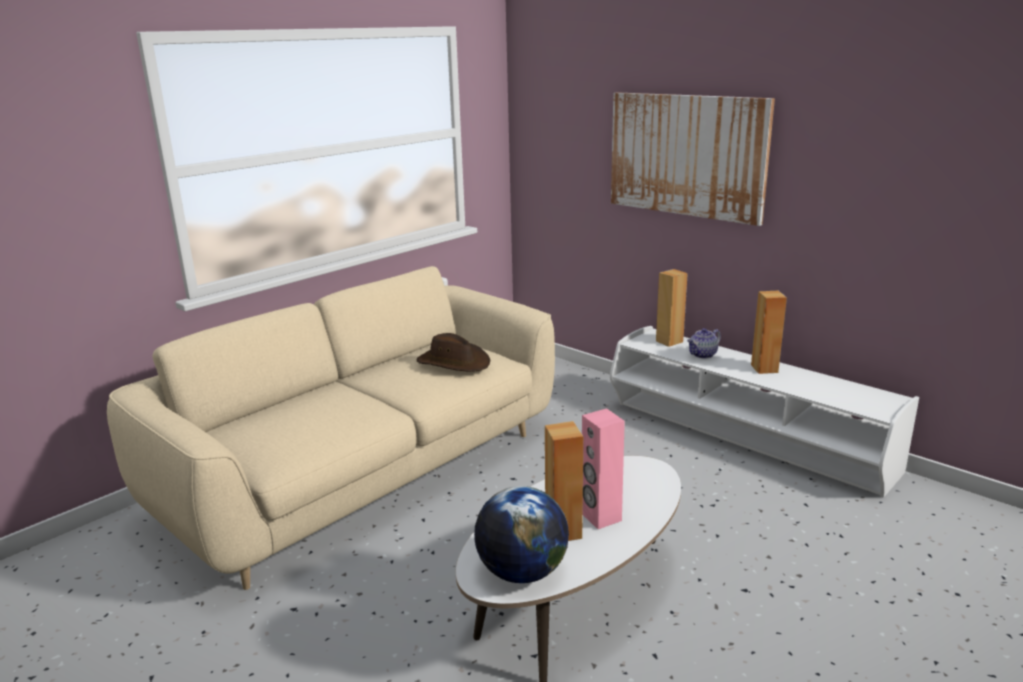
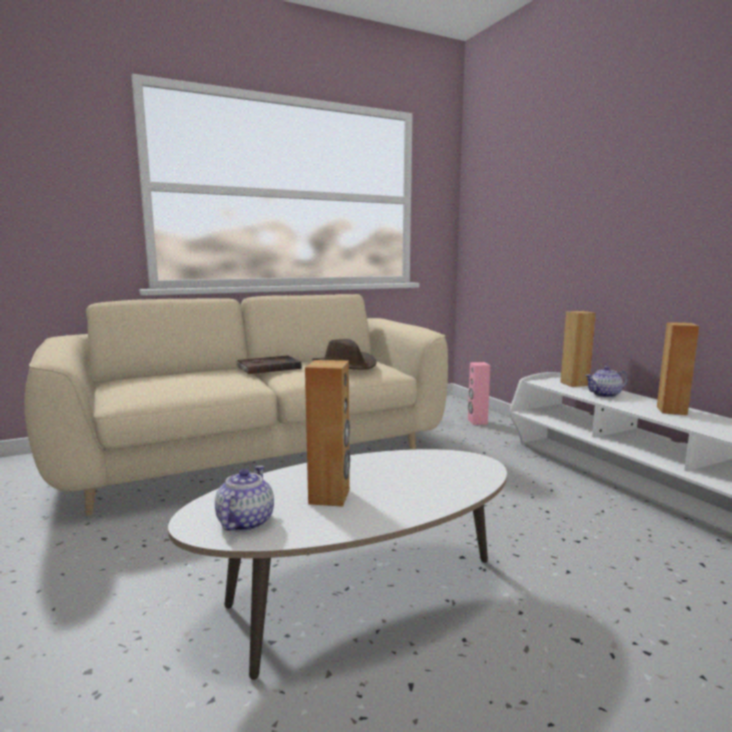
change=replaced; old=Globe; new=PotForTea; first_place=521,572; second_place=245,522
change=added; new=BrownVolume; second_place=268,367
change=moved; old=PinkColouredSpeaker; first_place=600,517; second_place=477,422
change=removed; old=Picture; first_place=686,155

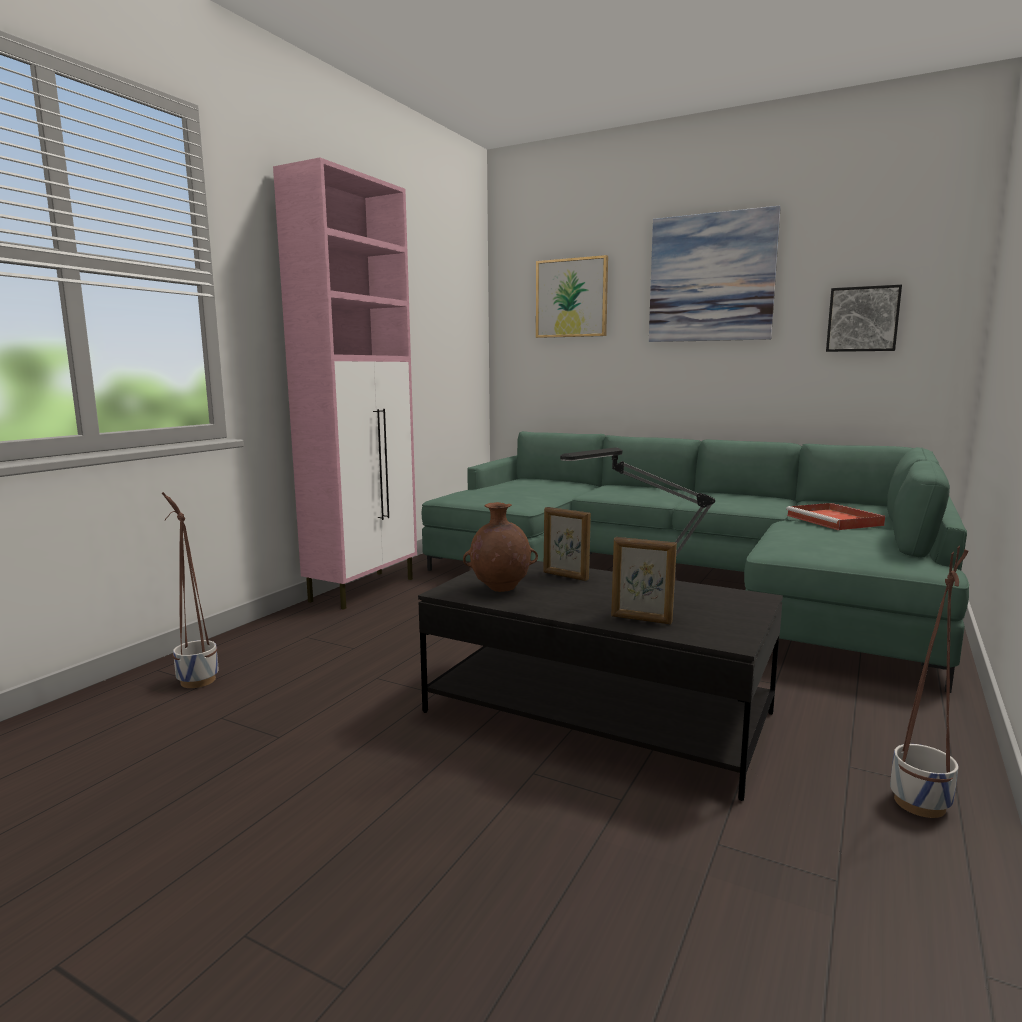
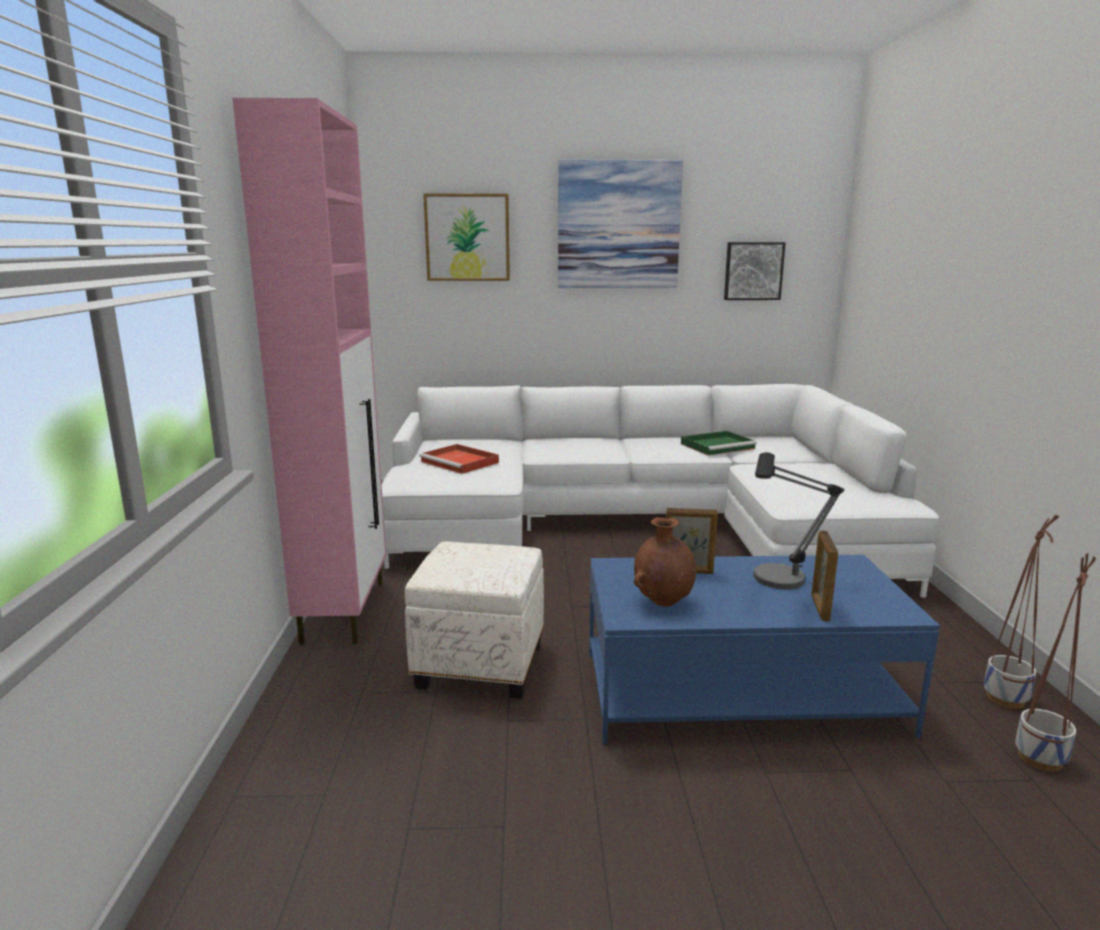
change=recoloured; old=GreenCouch; new=WhiteColouredCouch; first_place=686,578; second_place=640,526
change=added; new=WhiteColouredFootrest; second_place=478,666
change=moved; old=ReddishServingTray; first_place=835,520; second_place=461,462
change=recoloured; old=BlackishCoffeeTable; new=BlueCoffeeTable; first_place=598,713; second_place=740,692
change=added; new=GreenServingTray; second_place=718,446
change=turned; old=PhotoFrame; first_place=641,619; second_place=820,608; degrees=105
change=moved; old=FlowerPot; first_place=198,681; second_place=1041,759

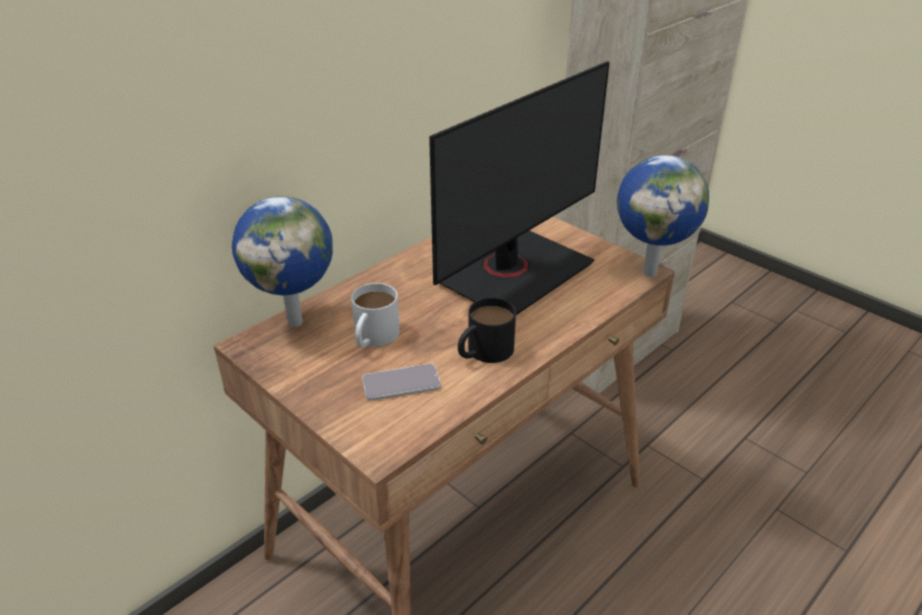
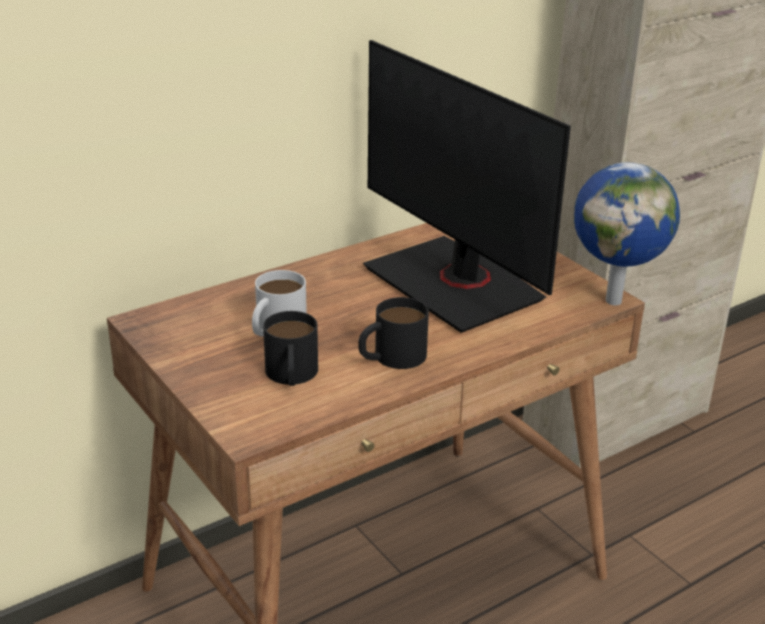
change=replaced; old=Handset; new=BlackishTeaMug; first_place=401,383; second_place=291,376
change=turned; old=Monitor; first_place=514,273; second_place=454,284; degrees=90
change=removed; old=Globe; first_place=296,321

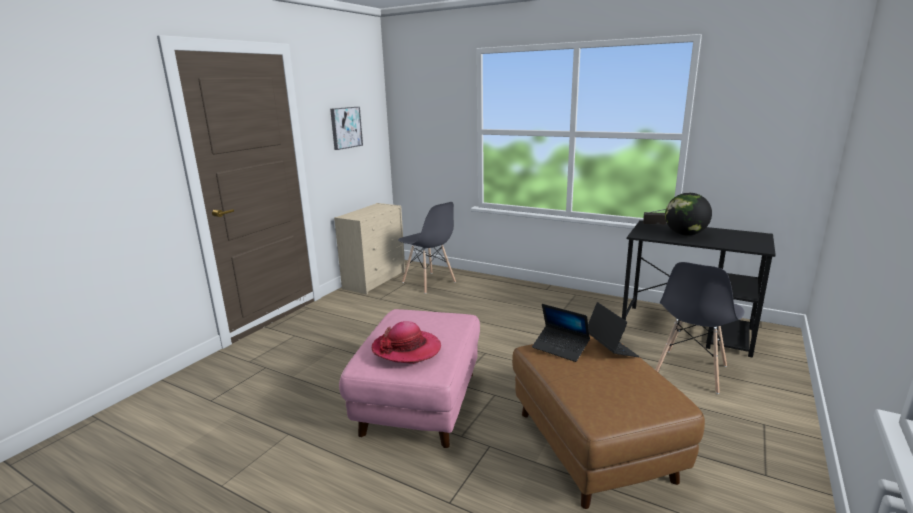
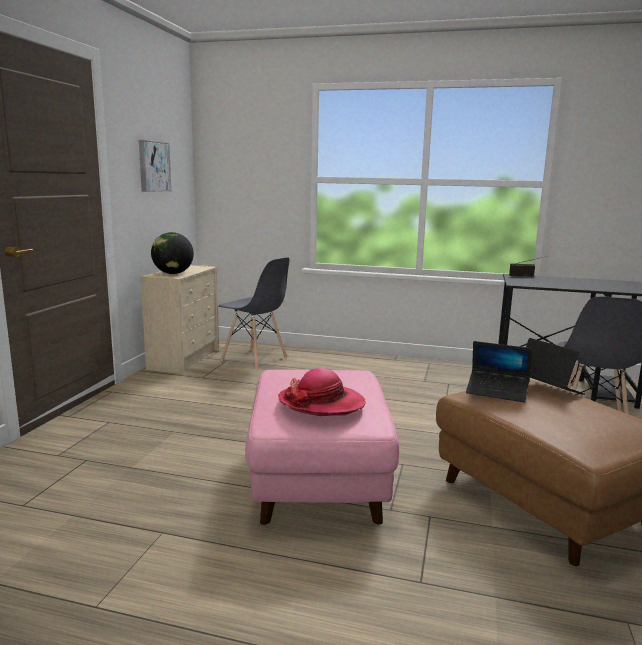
change=moved; old=Globe; first_place=685,234; second_place=173,273

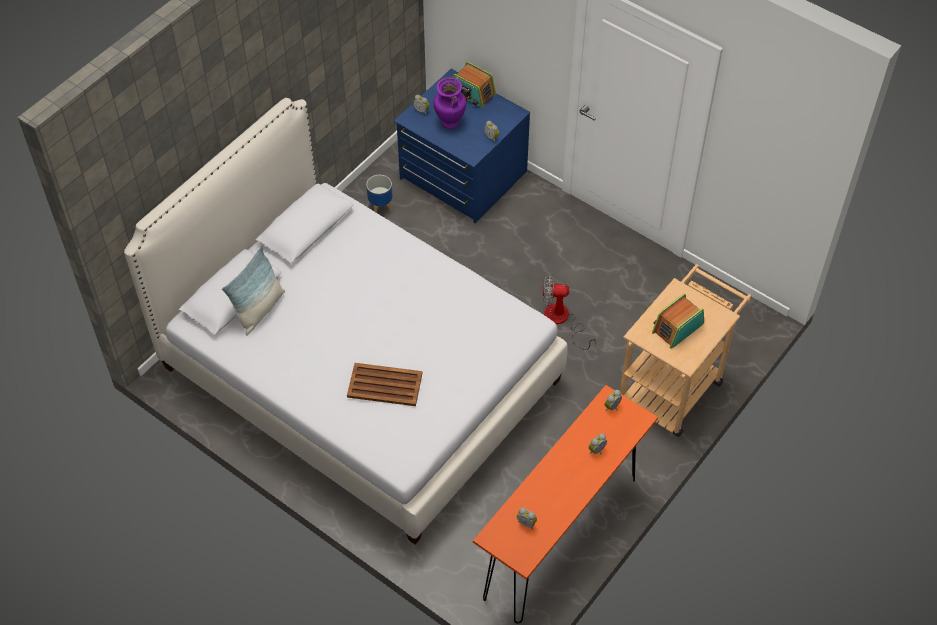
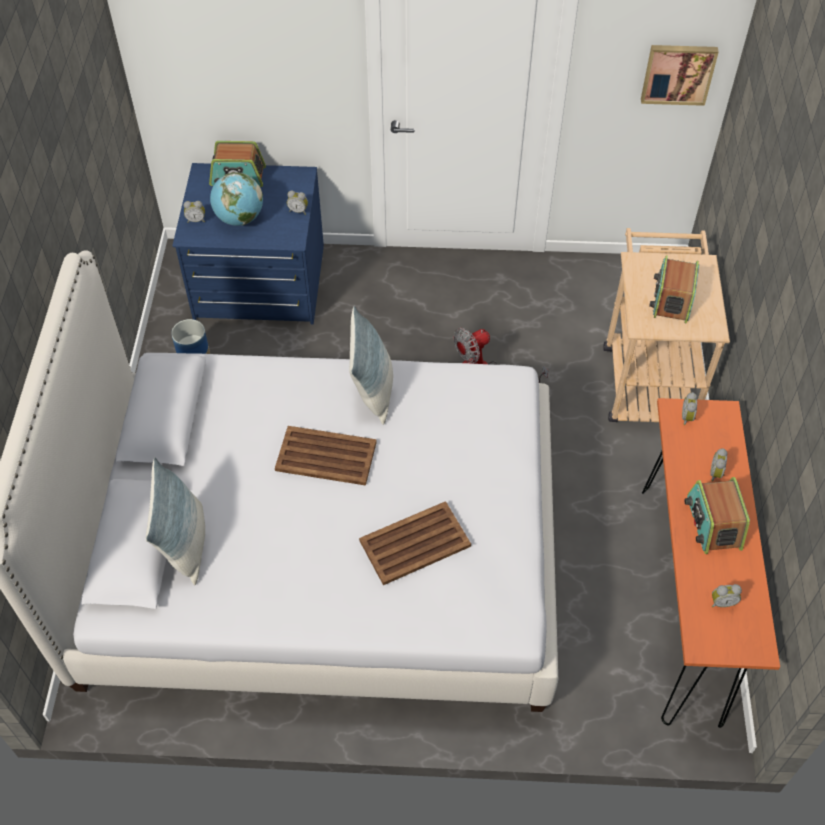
change=replaced; old=PurpleDecorativeVase; new=Globe; first_place=449,123; second_place=239,219
change=added; new=BrownServingTray; second_place=327,456
change=added; new=Cushion; second_place=373,390
change=added; new=Picture; second_place=678,73
change=added; new=RadioReceiver; second_place=713,523

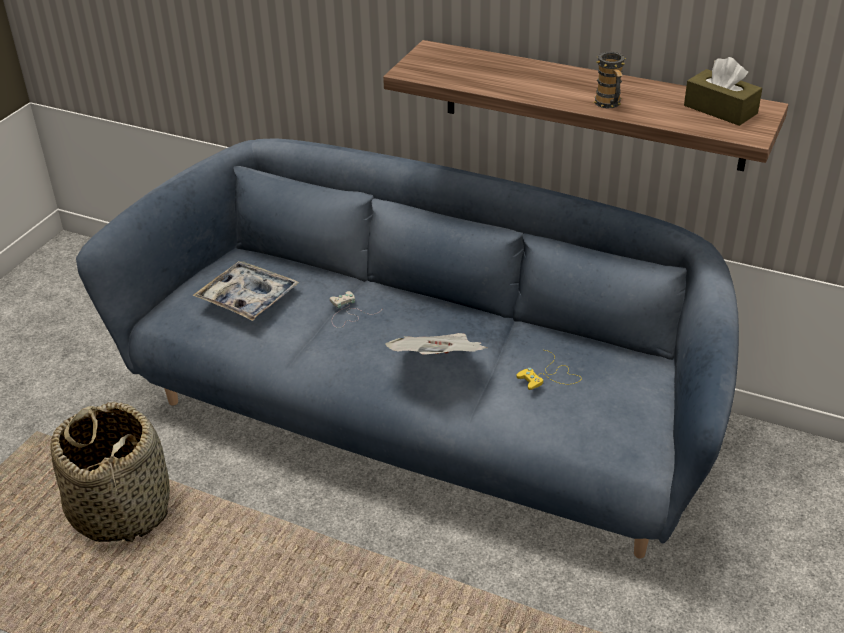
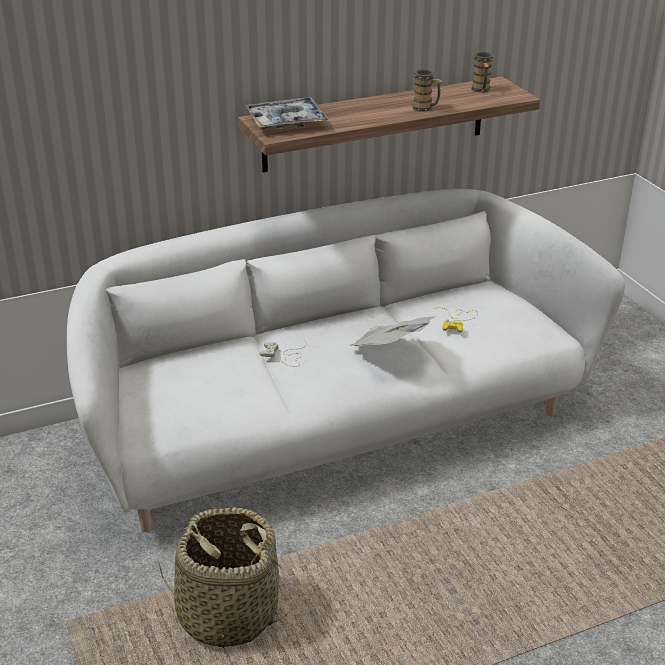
change=recoloured; old=BlueCouch; new=WhiteColouredCouch; first_place=423,419; second_place=332,426
change=moved; old=ServingTray; first_place=247,298; second_place=286,122
change=replaced; old=BrownTissueHolder; new=TeaMug; first_place=720,109; second_place=481,90

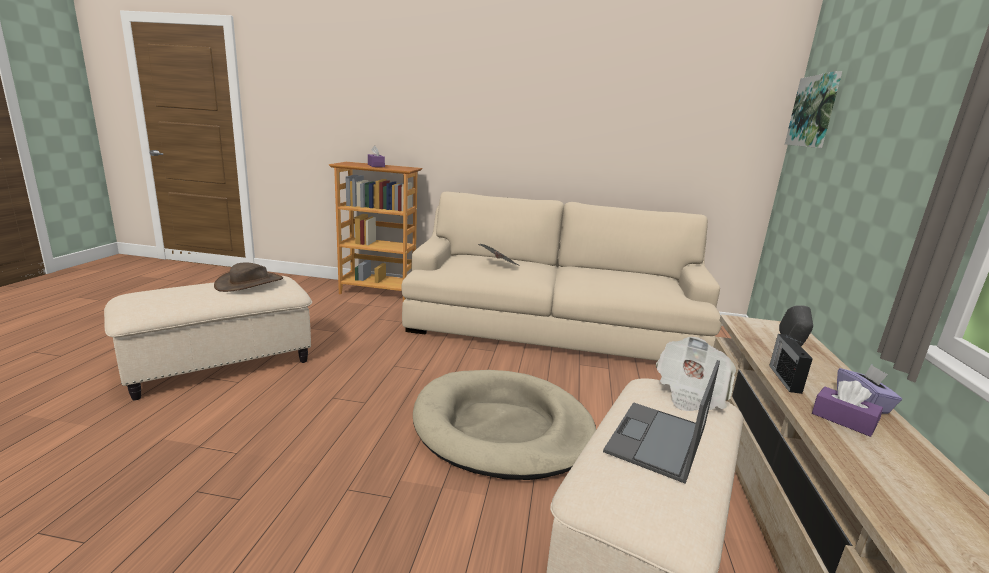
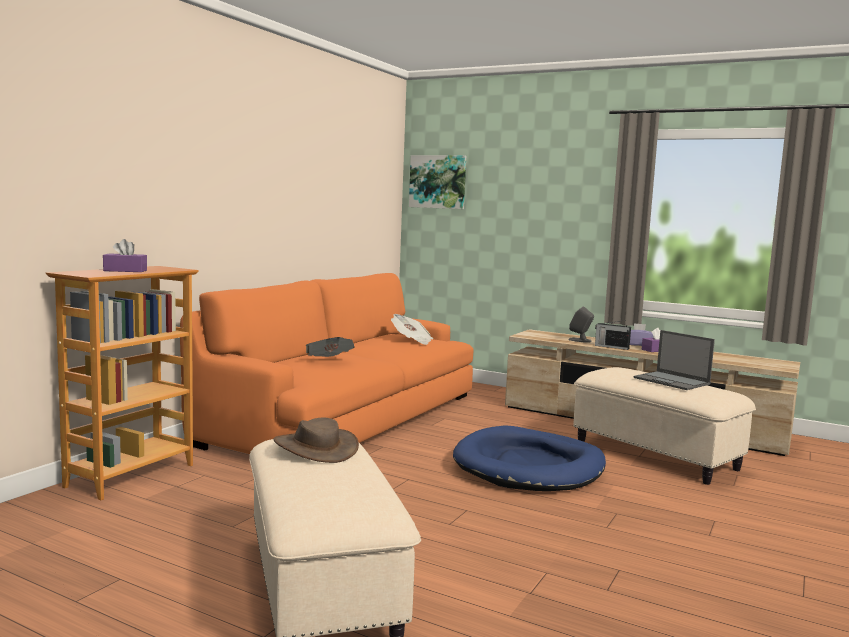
change=recoloured; old=SandColouredCouch; new=OrangeyCouch; first_place=553,328; second_place=347,417
change=moved; old=DailyPaper; first_place=690,393; second_place=412,341
change=recoloured; old=SandColouredPetBed; new=BluePetBed; first_place=503,428; second_place=529,466

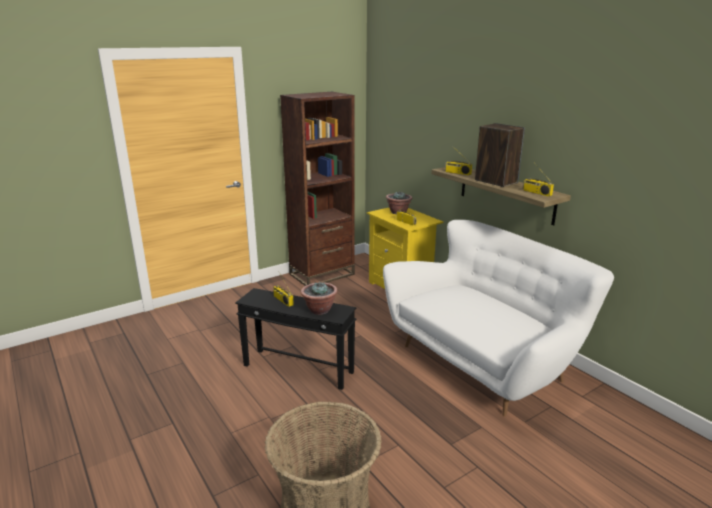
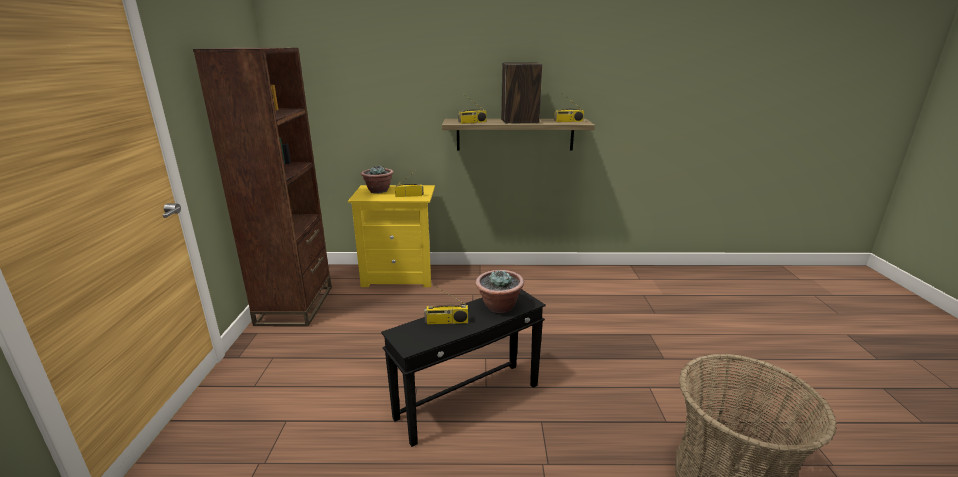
change=removed; old=WhiteColouredCouch; first_place=484,361

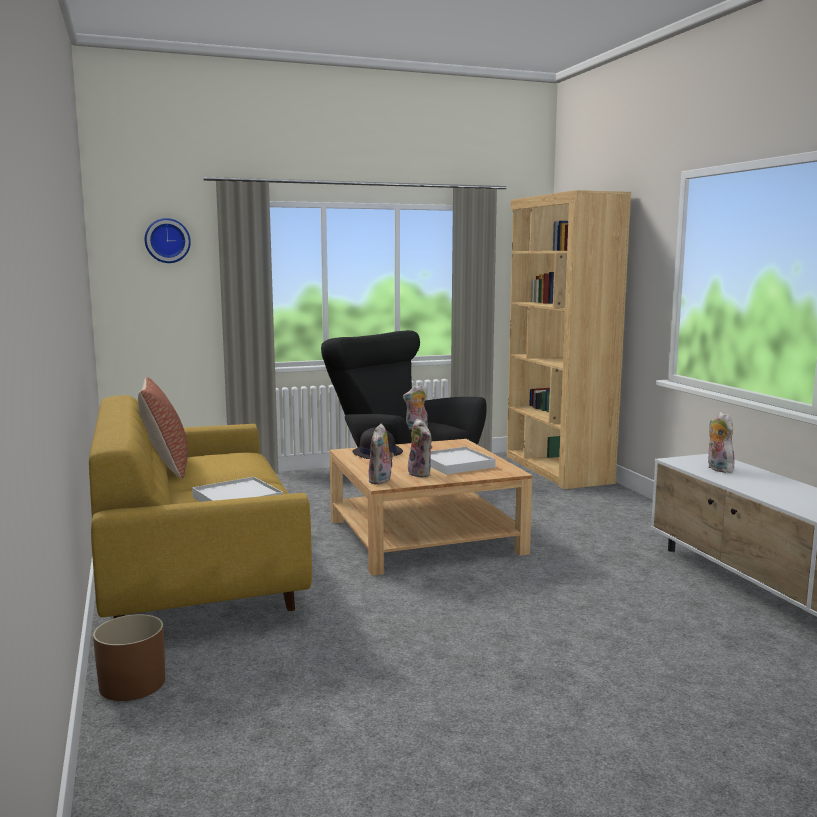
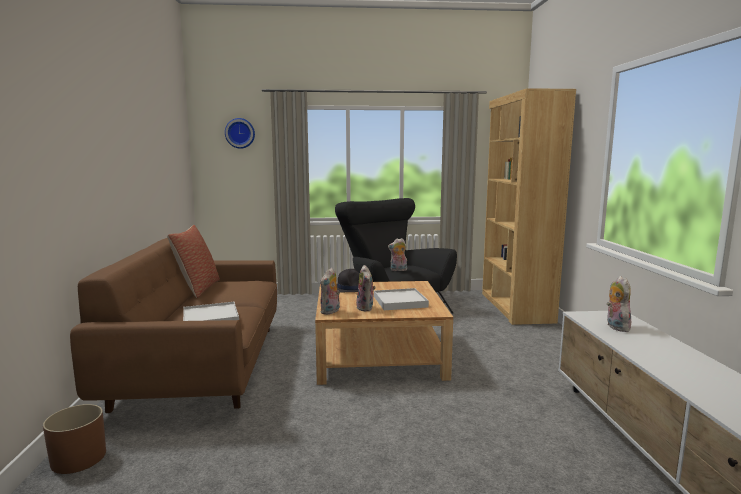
change=recoloured; old=YellowishCouch; new=BrownCouch; first_place=198,569; second_place=203,363

